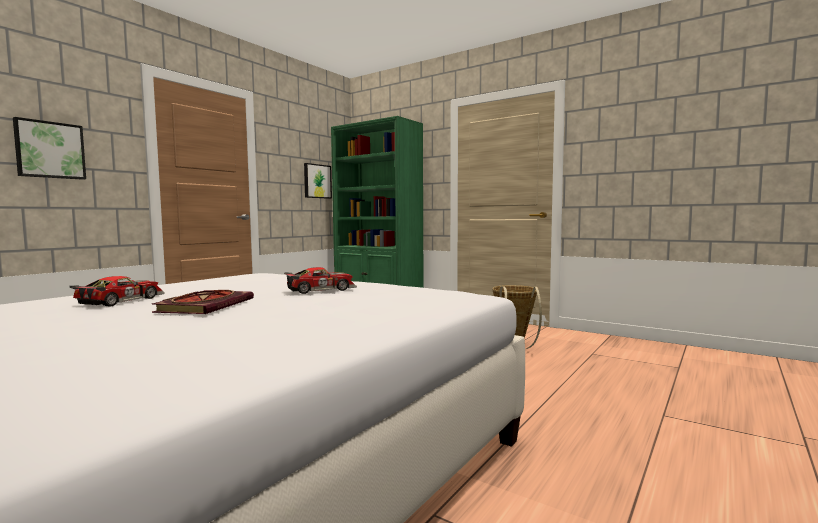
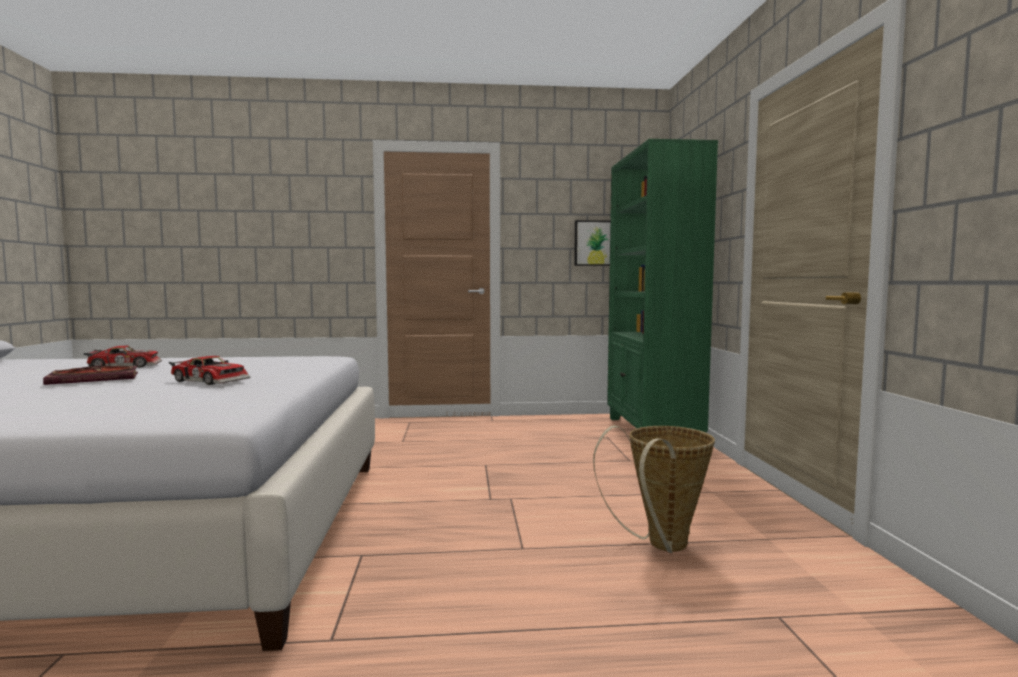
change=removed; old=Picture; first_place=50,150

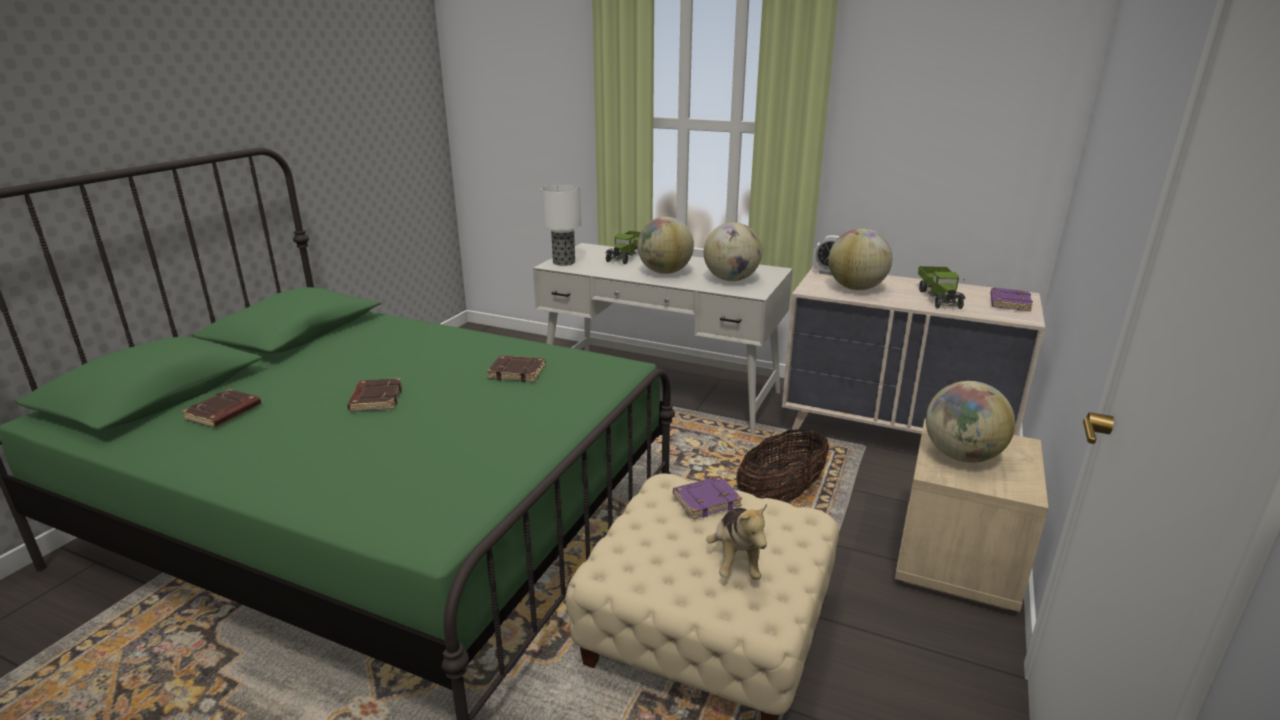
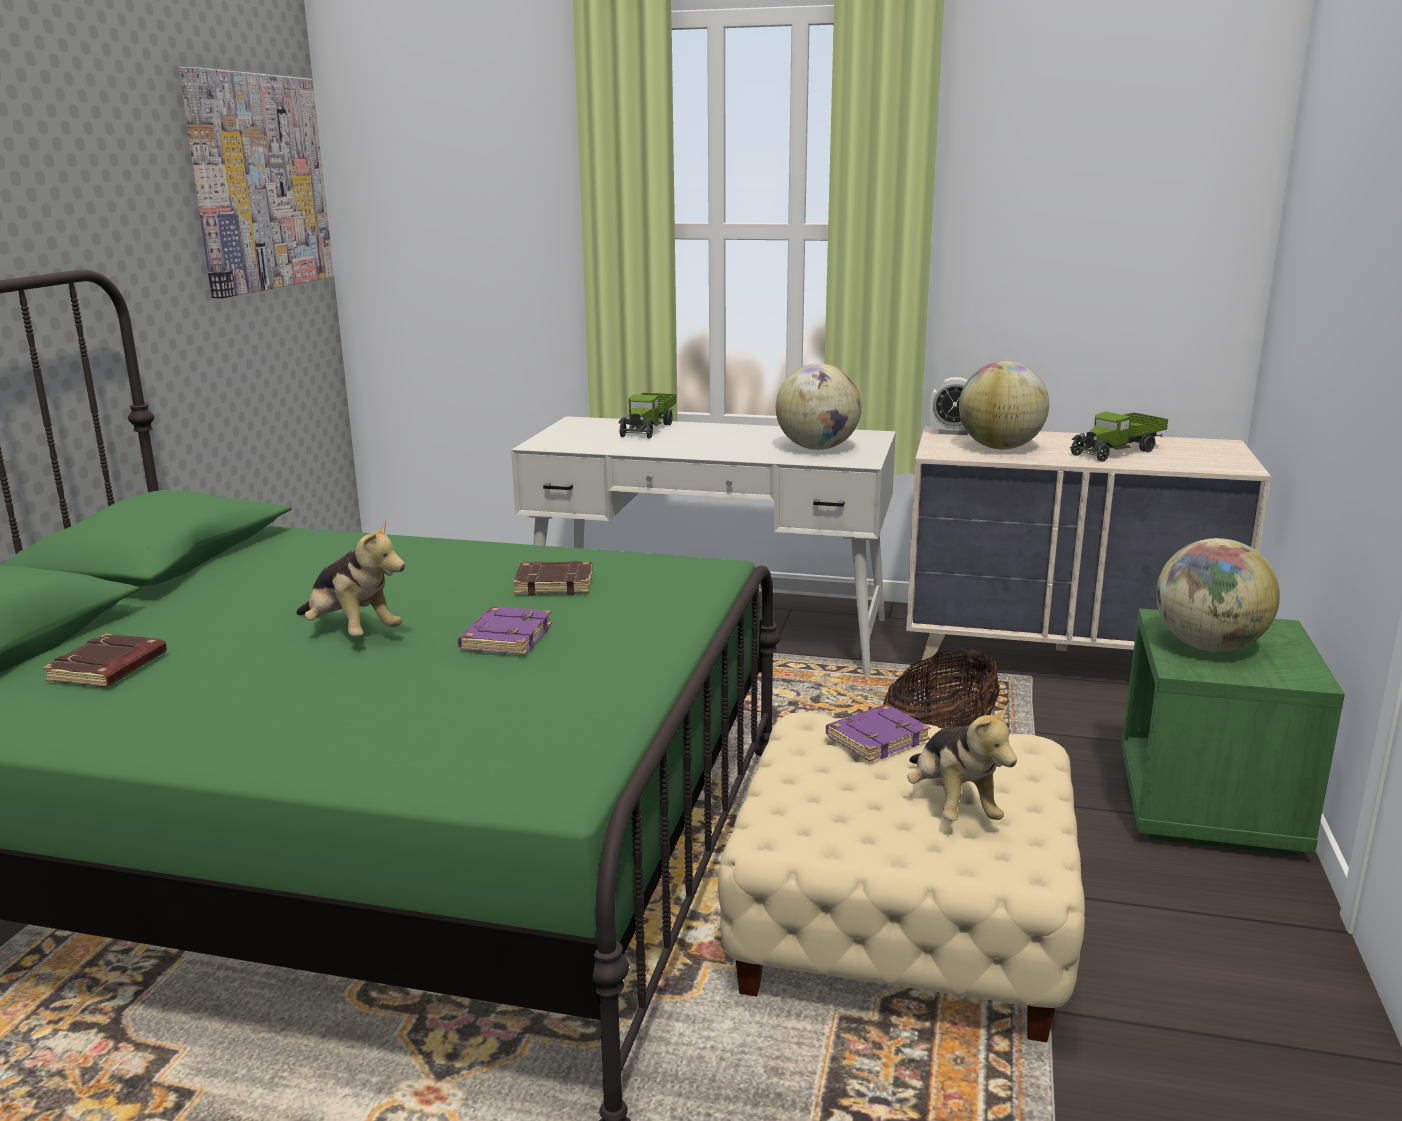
change=added; new=Picture; second_place=259,183
change=replaced; old=BrownVolume; new=PlushToy; first_place=375,399; second_place=351,632
change=moved; old=PurpleVolume; first_place=1008,303; second_place=505,638
change=turned; old=ToyLorry; first_place=939,297; second_place=1117,452; degrees=60
change=recoloured; old=SandColouredNightTable; new=GreenNightTable; first_place=957,563; second_place=1209,807
change=removed; old=TableLamp; first_place=563,262
change=removed; old=Globe; first_place=664,272

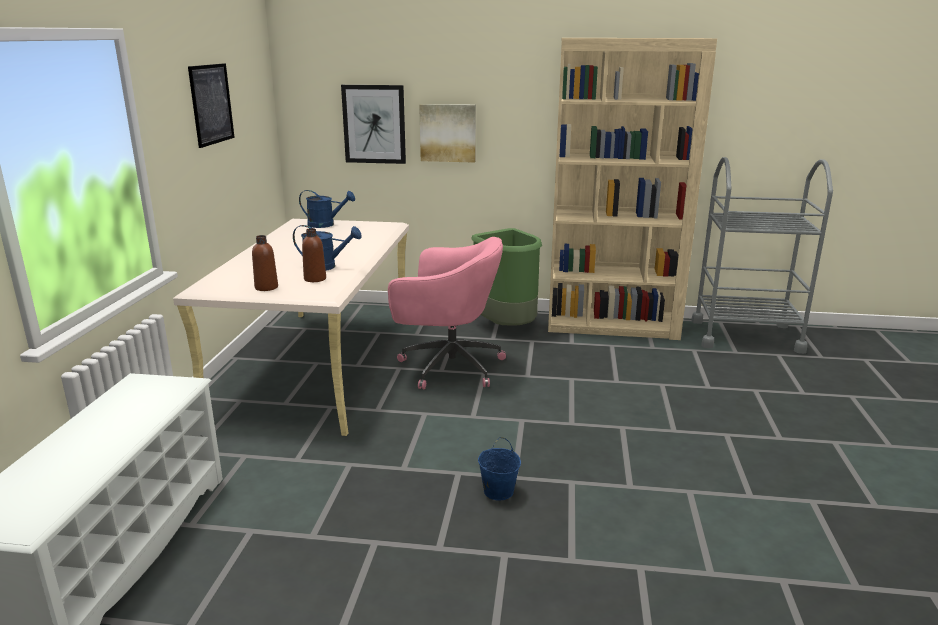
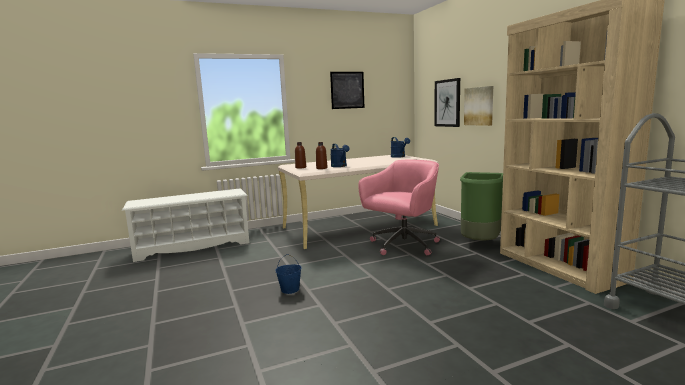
change=turned; old=PinkColouredDeskChair; first_place=448,366; second_place=402,245; degrees=-120

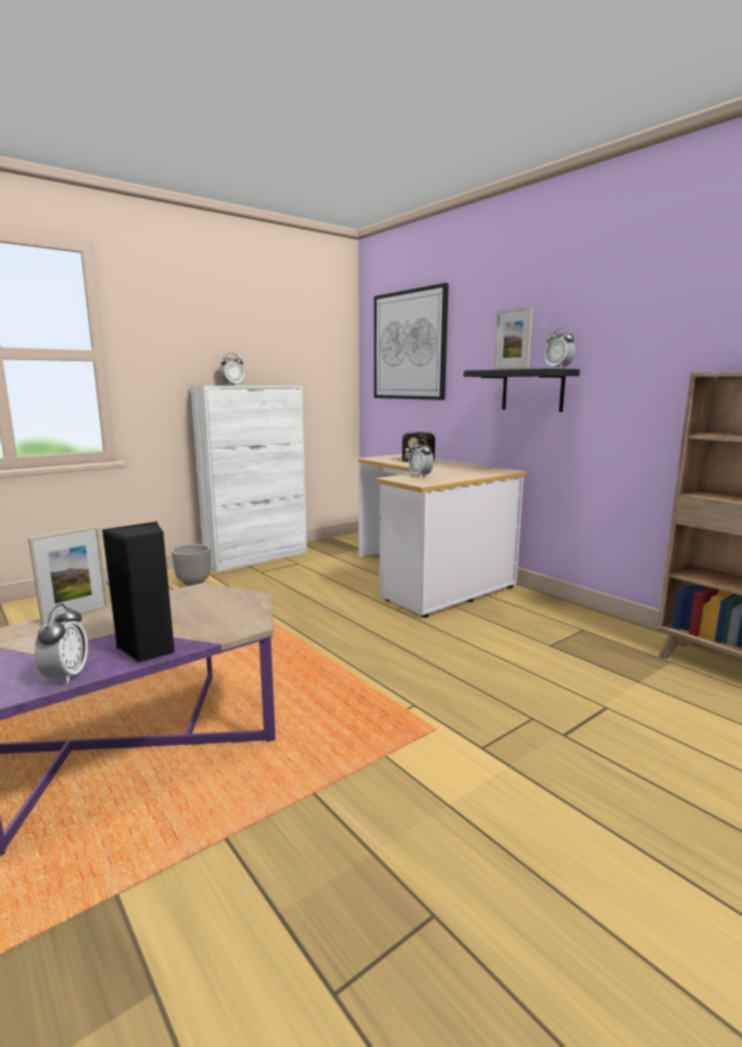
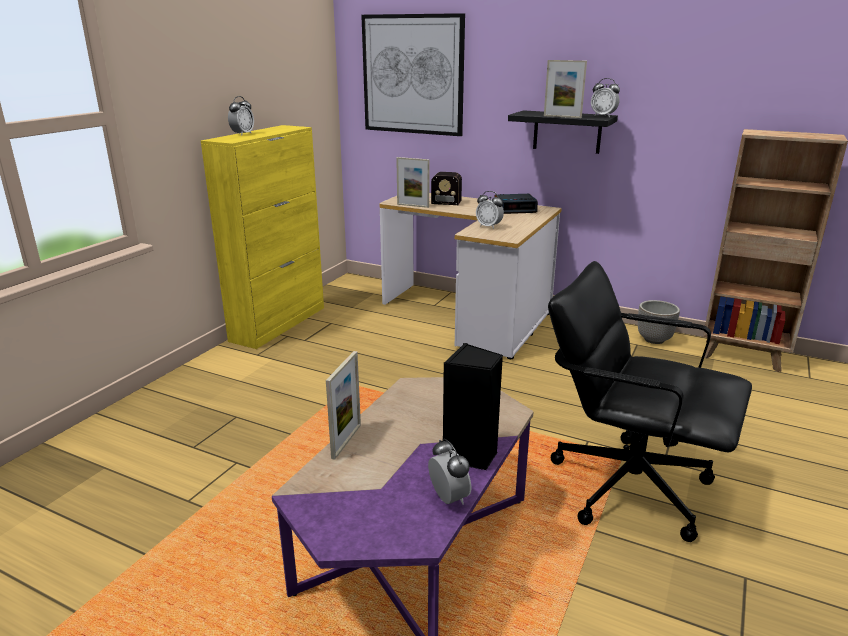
change=recoloured; old=WhiteColouredCabinet; new=YellowishCabinet; first_place=257,558; second_place=279,323
change=added; new=PhotoFrame; second_place=413,205
change=added; new=AlarmClock; second_place=515,209
change=added; new=BlackishDeskChair; second_place=629,485
change=moved; old=FlowerPot; first_place=193,582; second_place=654,340

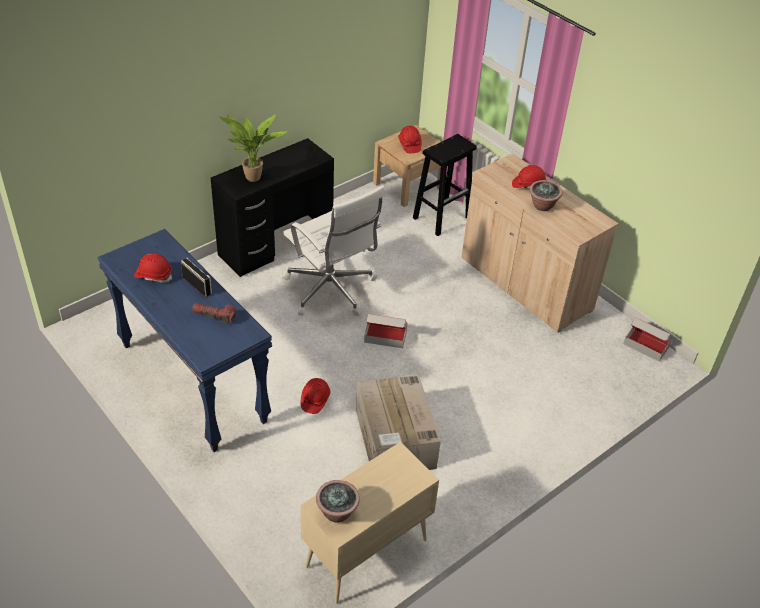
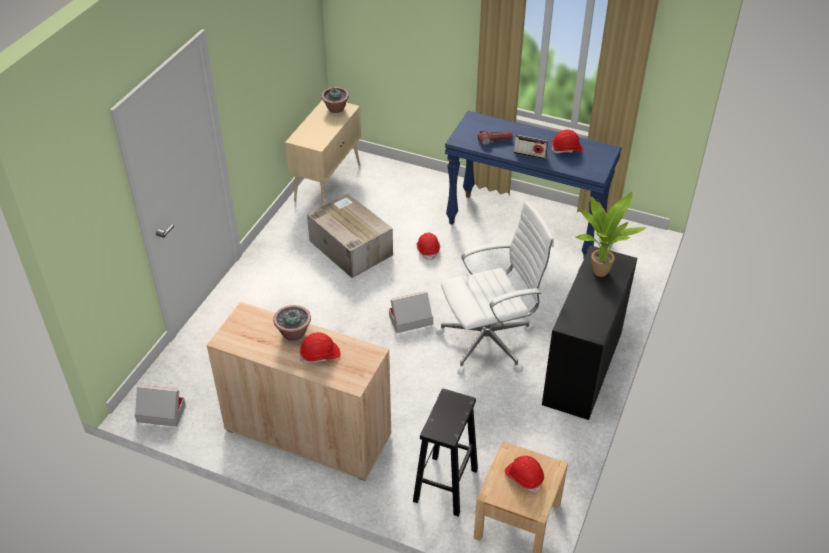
change=turned; old=WhiteColouredDeskChair; first_place=331,291; second_place=489,341; degrees=135

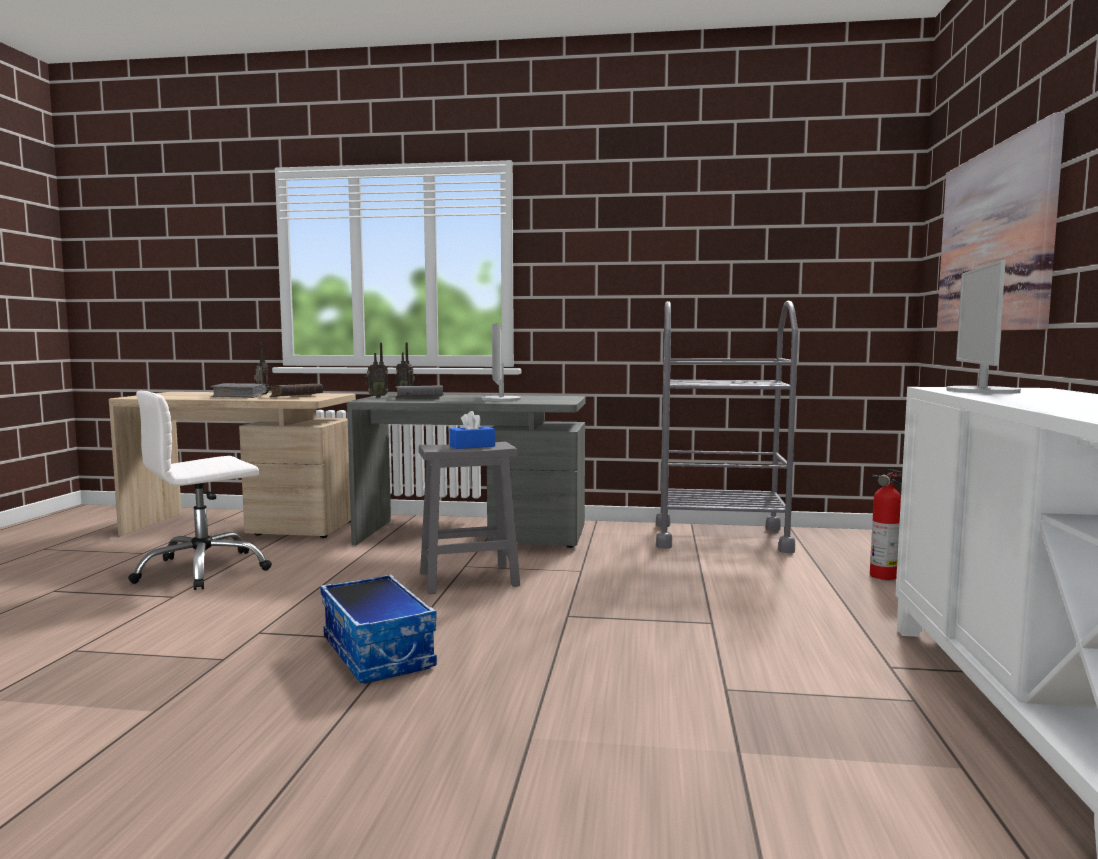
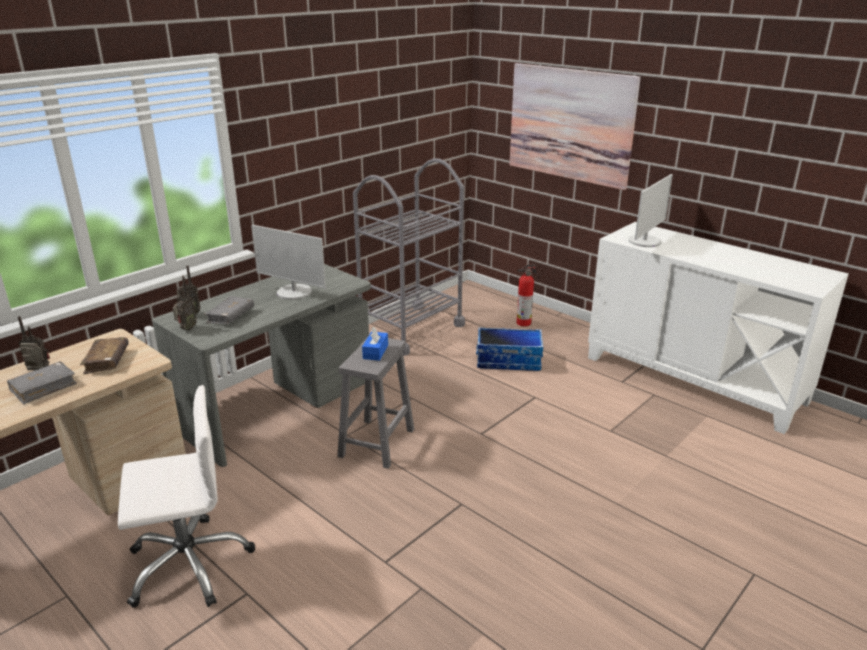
change=turned; old=WhiteColouredDeskChair; first_place=203,570; second_place=188,564; degrees=-105
change=moved; old=StorageBin; first_place=379,652; second_place=509,361
change=turned; old=Monitor; first_place=981,391; second_place=645,241; degrees=-105

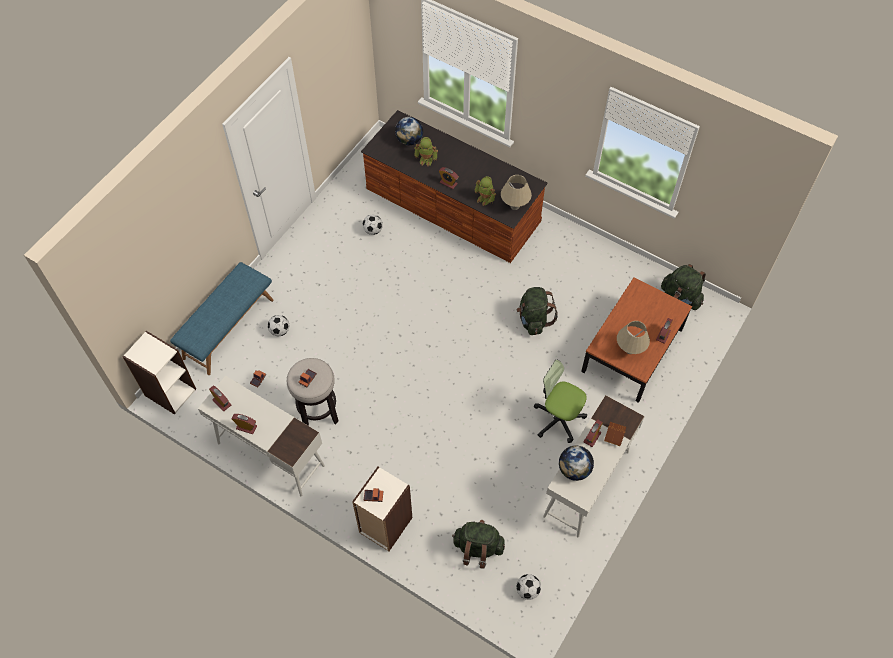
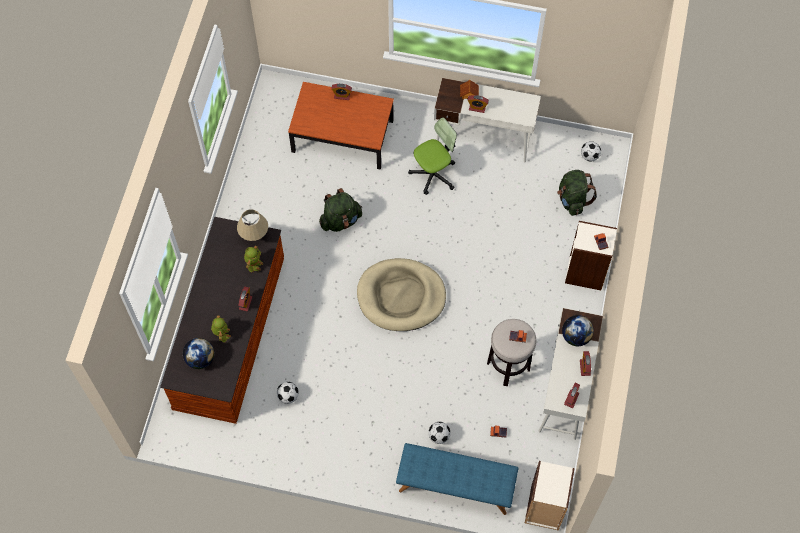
change=added; new=SandColouredPetBed; second_place=401,296
change=turned; old=DeskChair; first_place=558,419; second_place=433,174; degrees=-135
change=moved; old=Globe; first_place=574,469; second_place=576,336
change=removed; old=SandColouredTableLamp; first_place=629,350
change=removed; old=GreenKnapsack; first_place=680,298

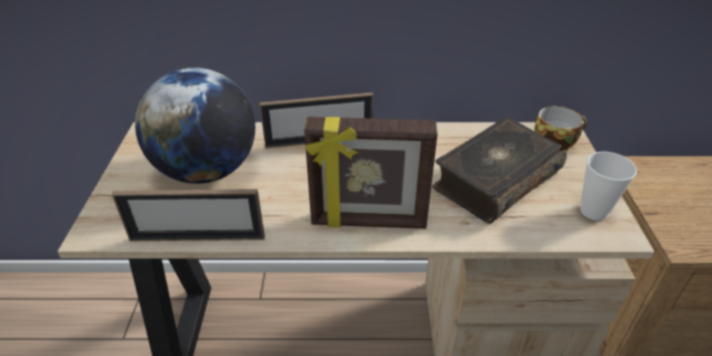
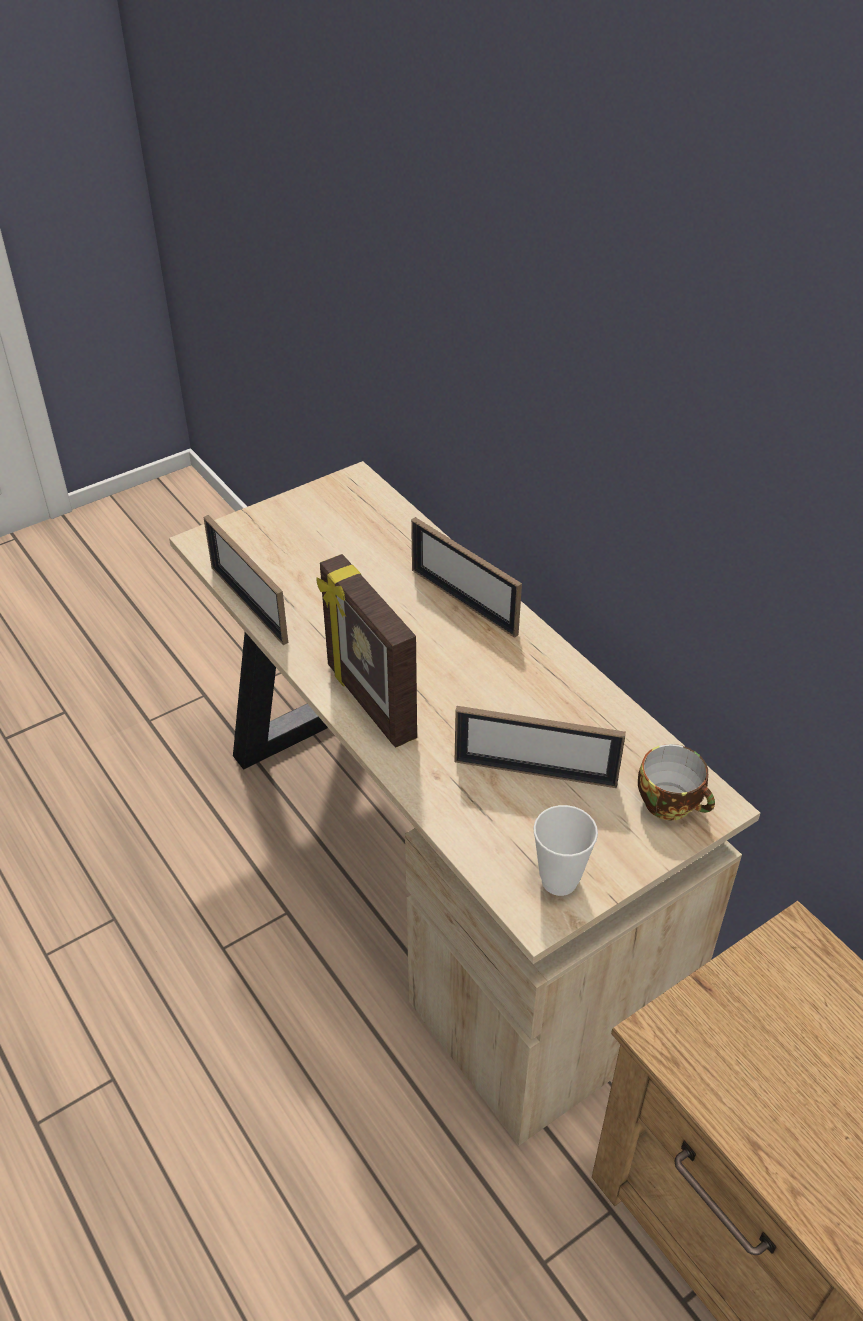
change=replaced; old=Volume; new=PhotoFrame; first_place=494,180; second_place=535,772
change=removed; old=Globe; first_place=207,171

